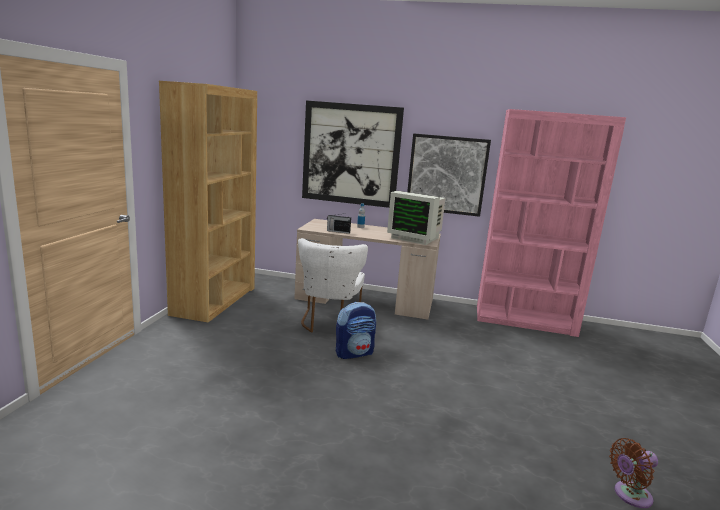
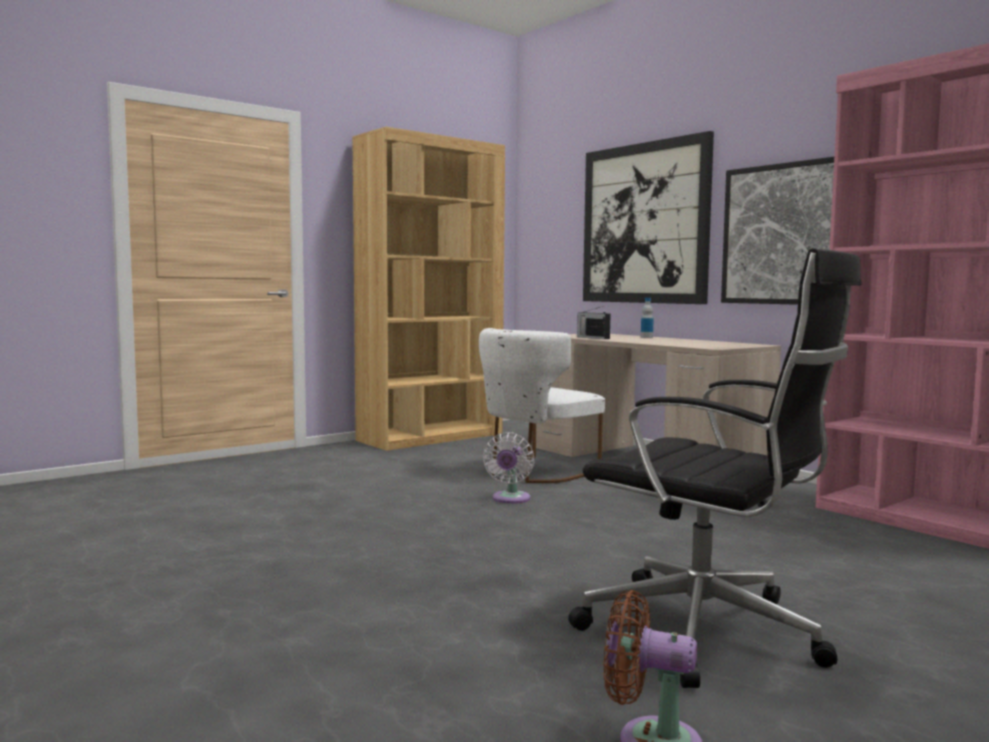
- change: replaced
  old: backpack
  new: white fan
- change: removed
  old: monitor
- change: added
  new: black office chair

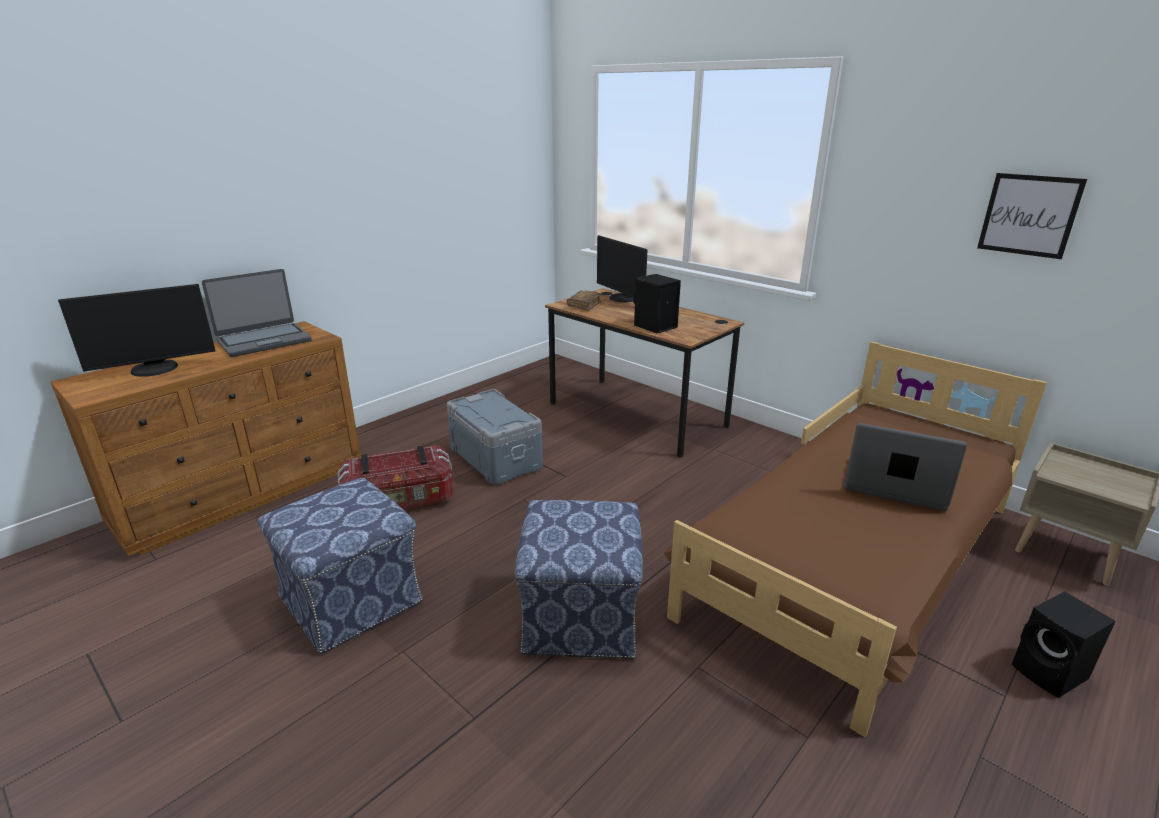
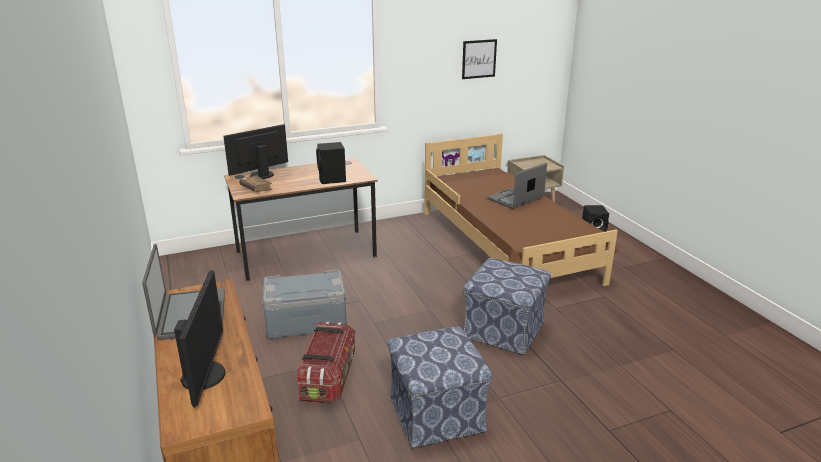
- change: turned
  old: monitor (2nd from left)
  degrees: 150

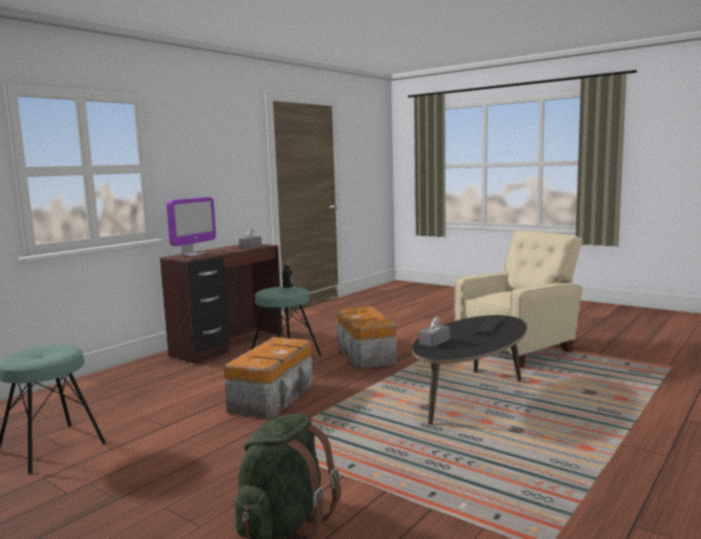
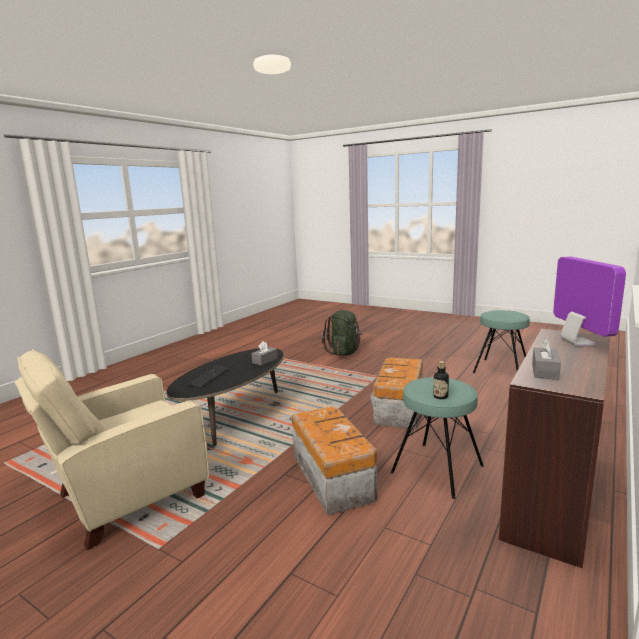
- change: turned
  old: monitor
  degrees: 150

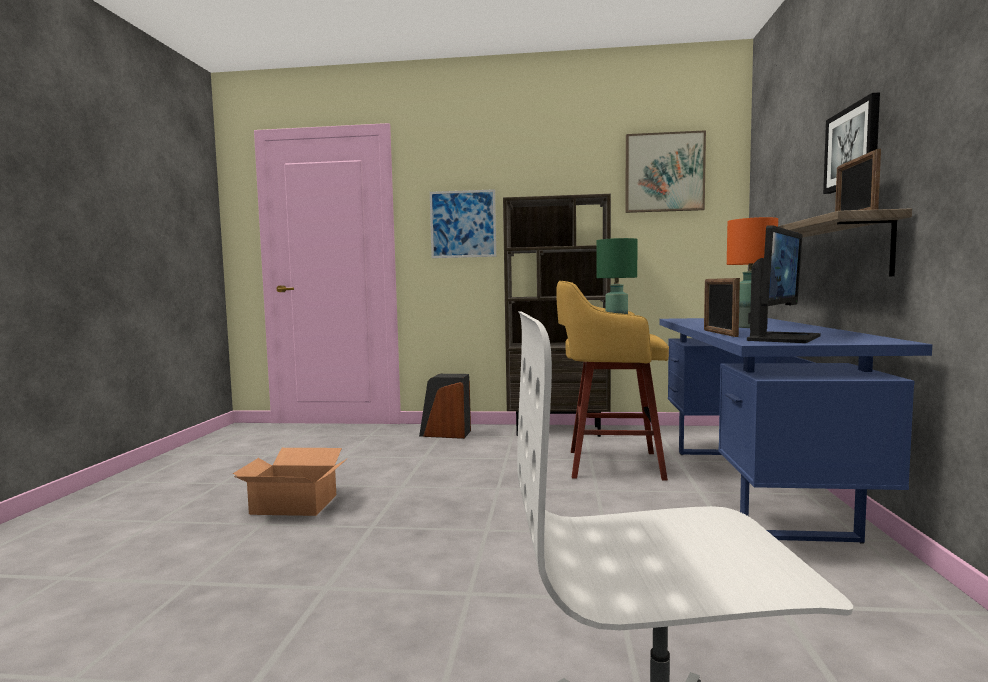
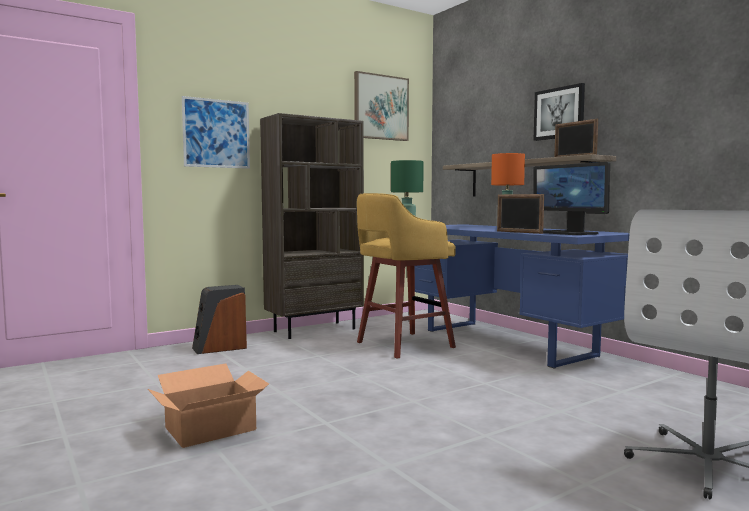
- change: turned
  old: monitor
  degrees: 150

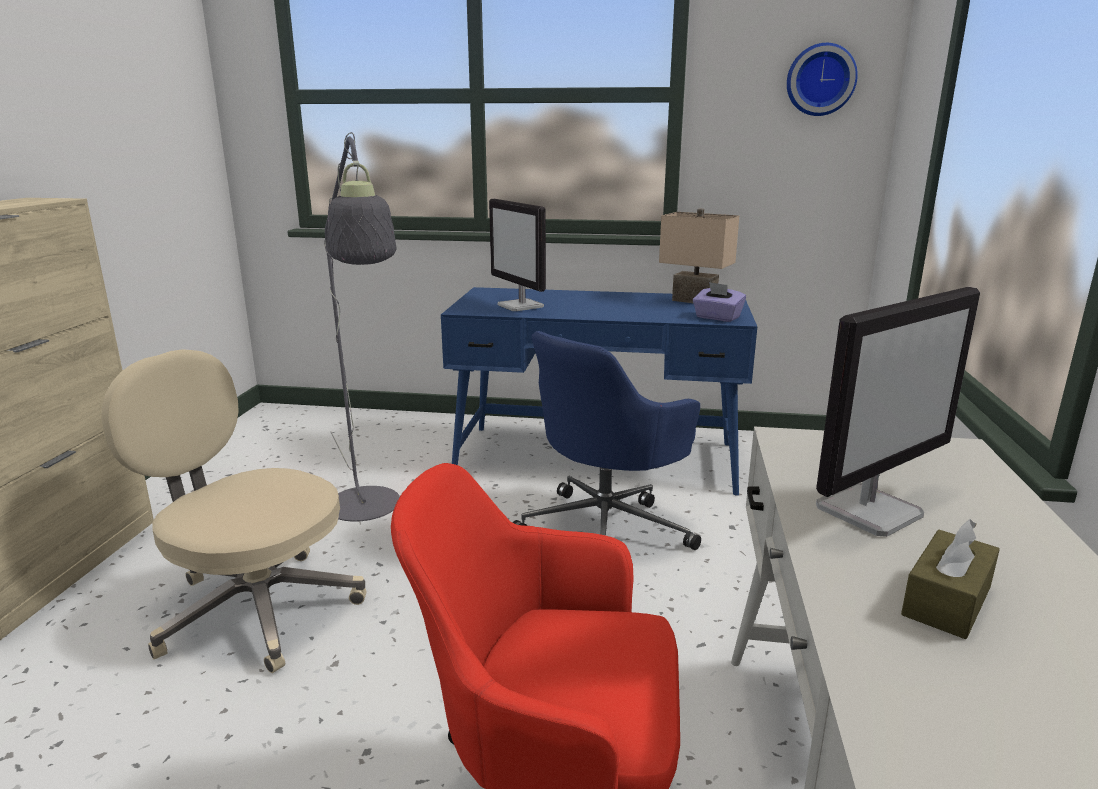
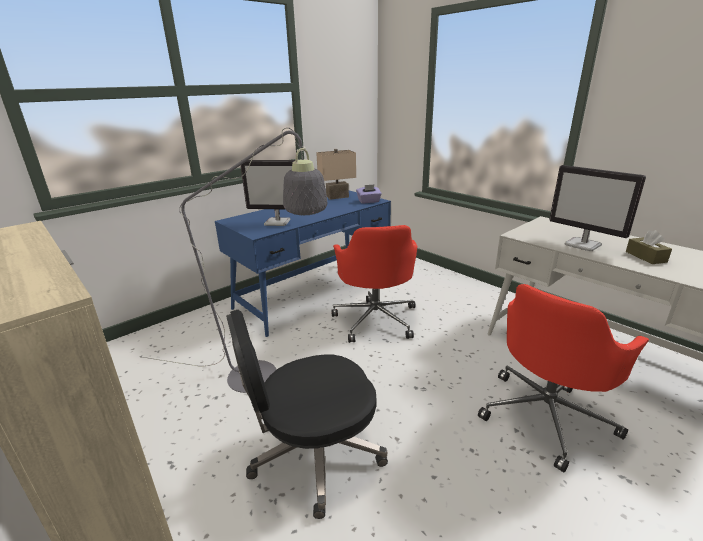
- change: recoloured
  old: beige office chair
  new: black office chair
- change: recoloured
  old: blue office chair
  new: red office chair (1st from left)
- change: removed
  old: wall clock
- change: turned
  old: monitor (2nd from left)
  degrees: 135

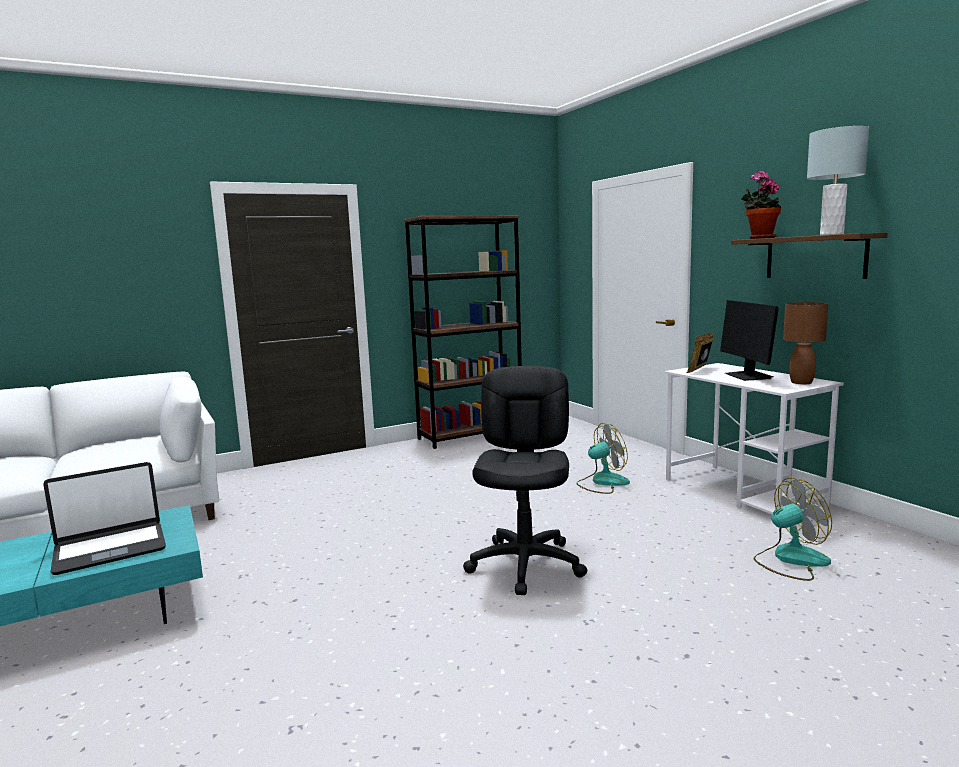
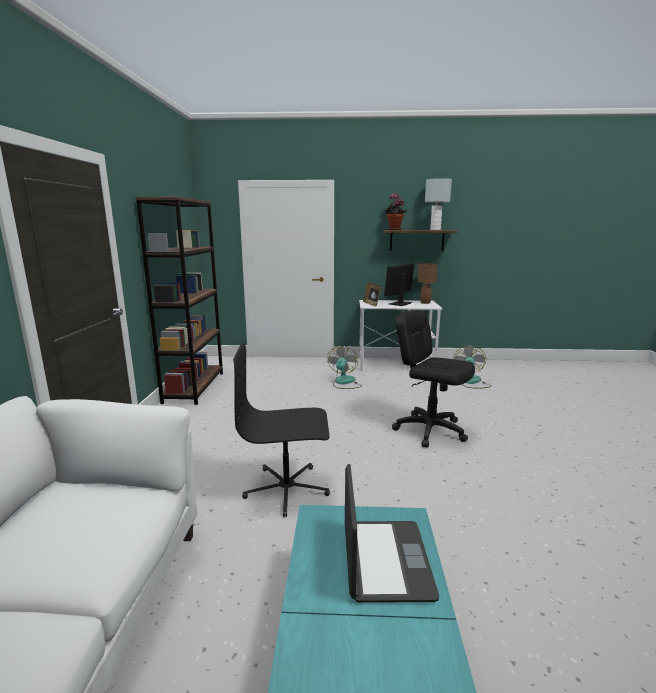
- change: turned
  old: monitor
  degrees: 105
- change: added
  new: black office chair (1st from left)

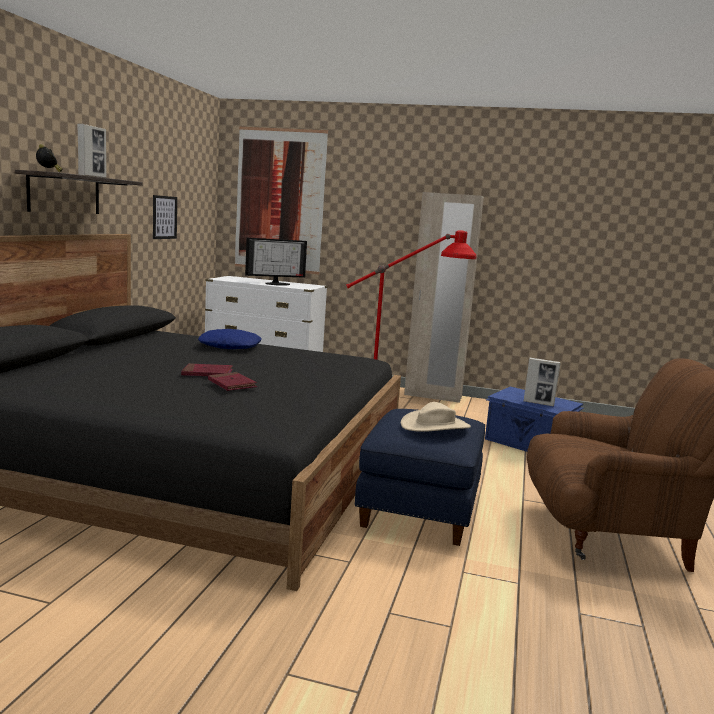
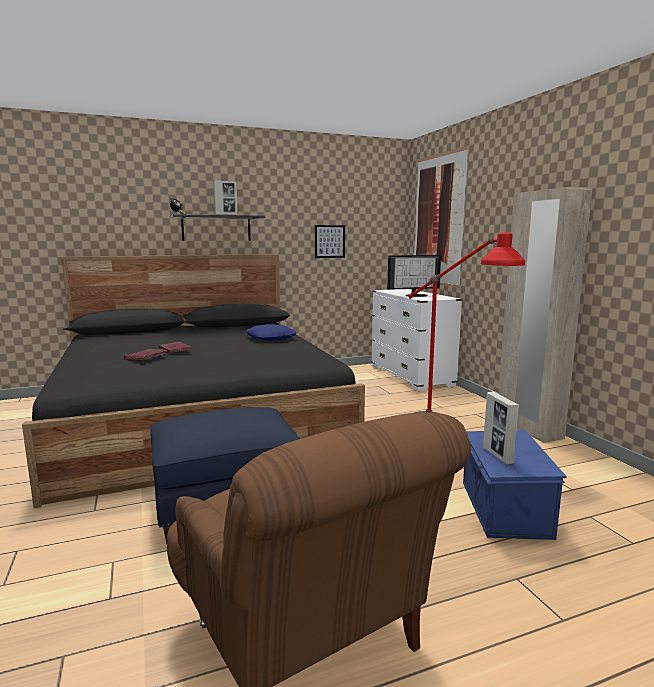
- change: turned
  old: monitor
  degrees: -45
- change: removed
  old: beige hat

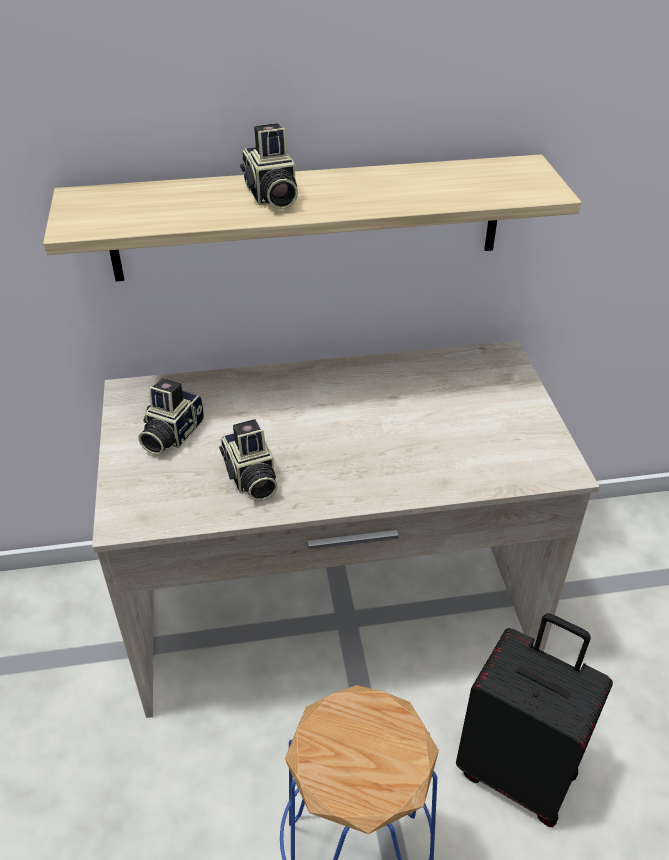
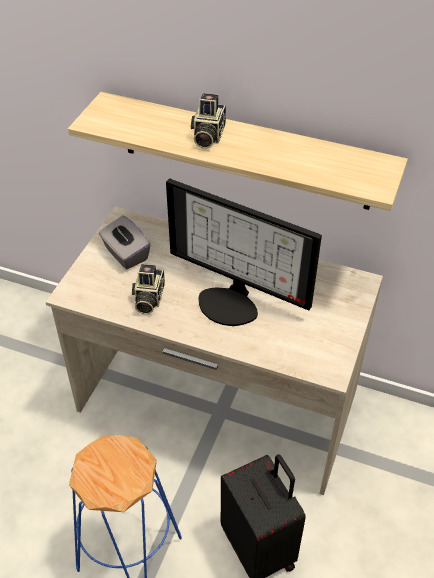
- change: replaced
  old: photo camera (1st from left)
  new: grey tissue box
- change: added
  new: monitor

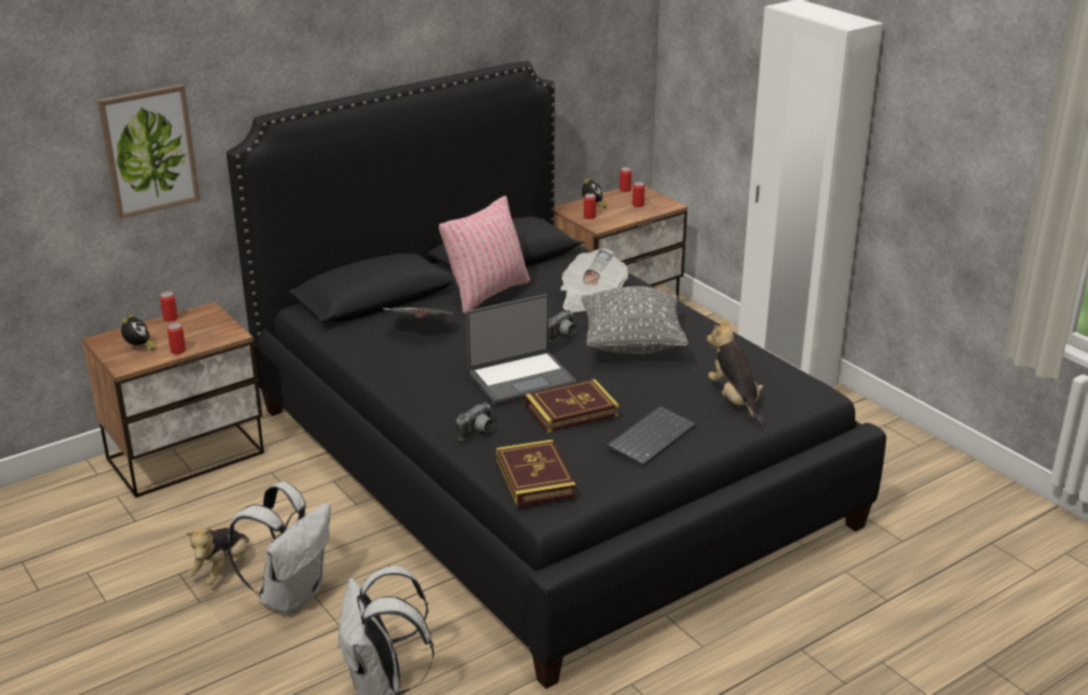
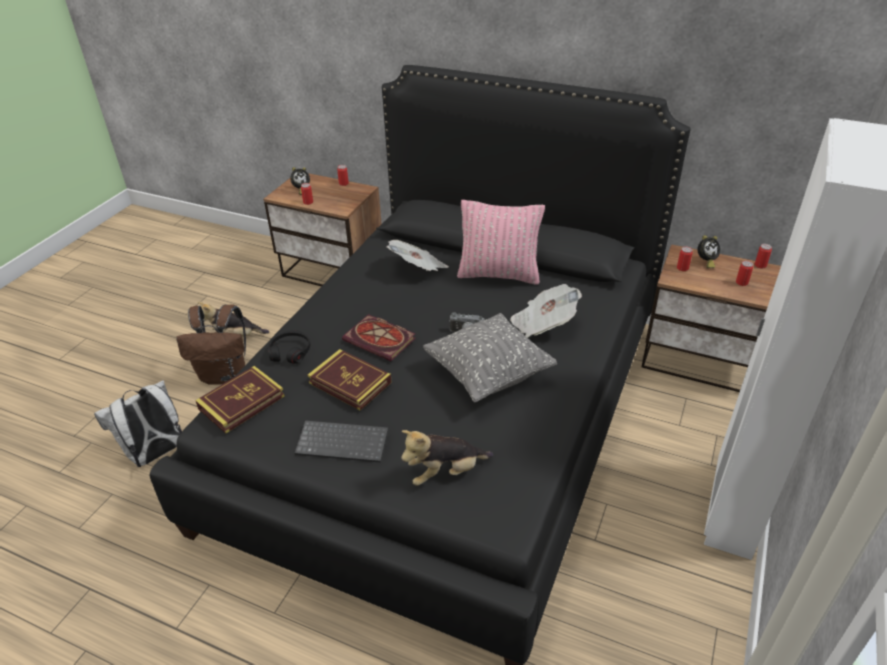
- change: removed
  old: picture
- change: recoloured
  old: white backpack (1st from left)
  new: brown backpack
- change: replaced
  old: photo camera (1st from left)
  new: black headphones
- change: replaced
  old: laptop
  new: book (3rd from left)
- change: turned
  old: plush toy (2nd from left)
  degrees: -150

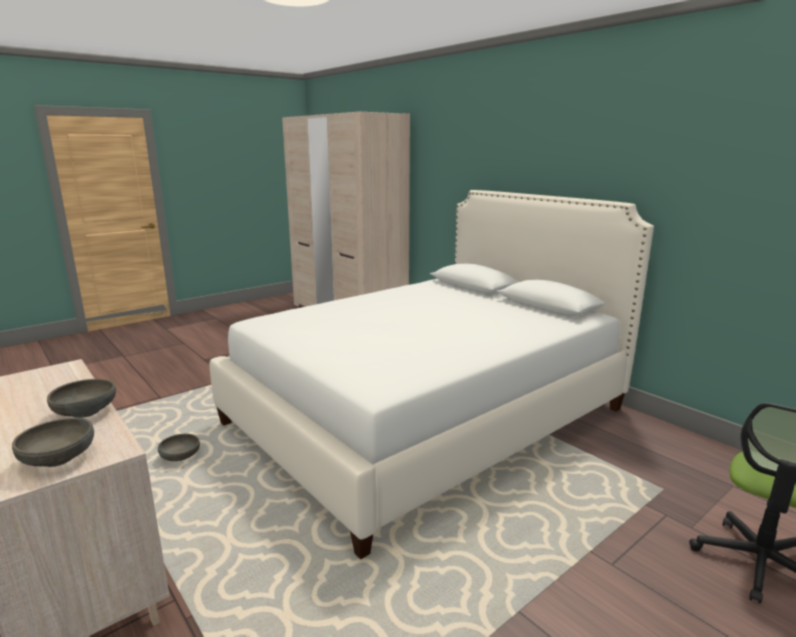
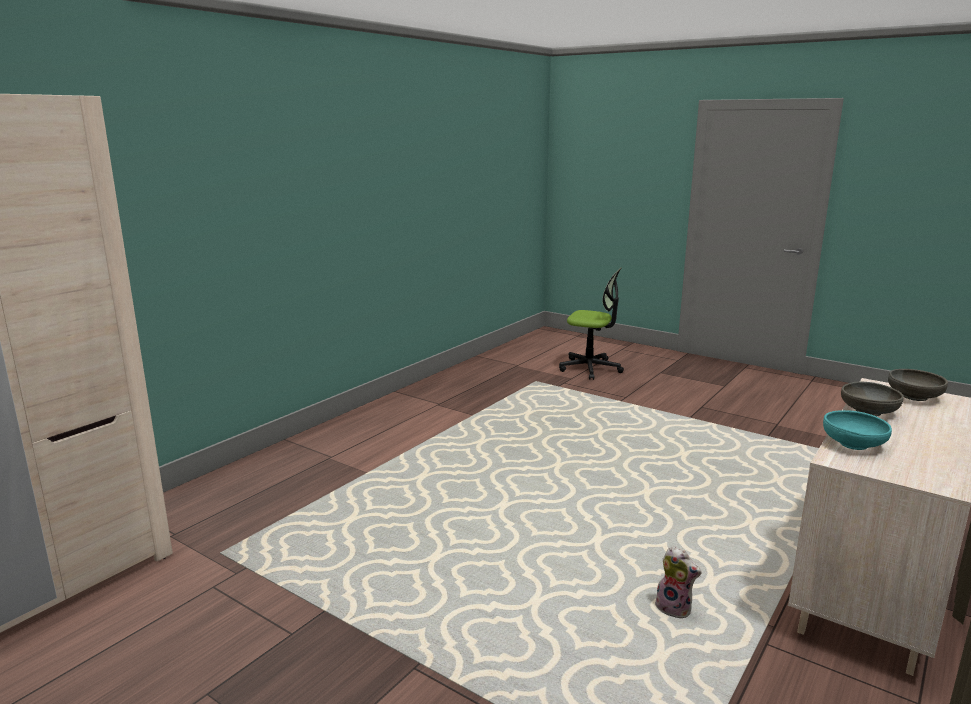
- change: replaced
  old: grey bowl (3rd from left)
  new: plush toy
- change: removed
  old: white bed
- change: added
  new: turquoise bowl

